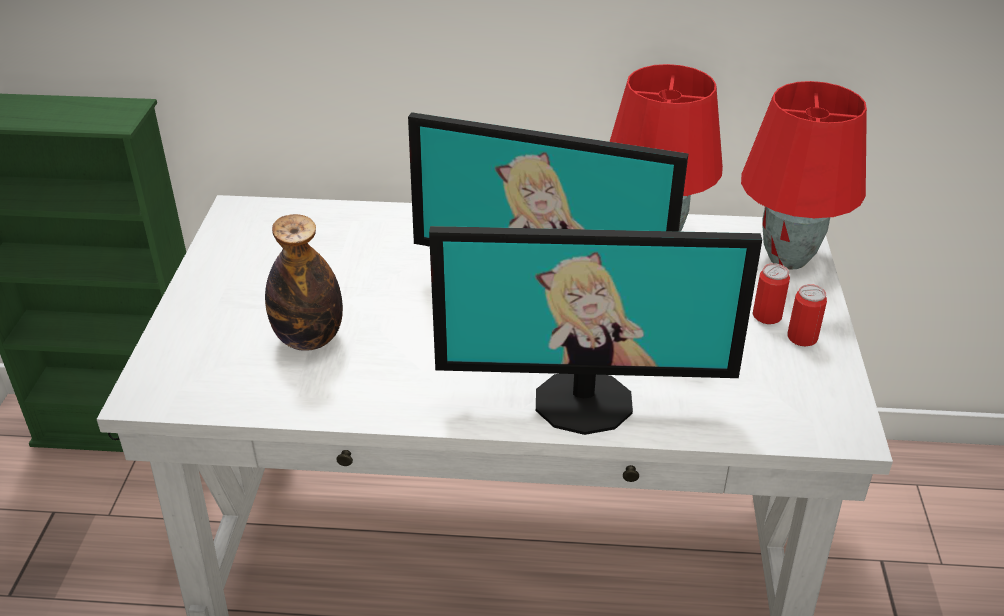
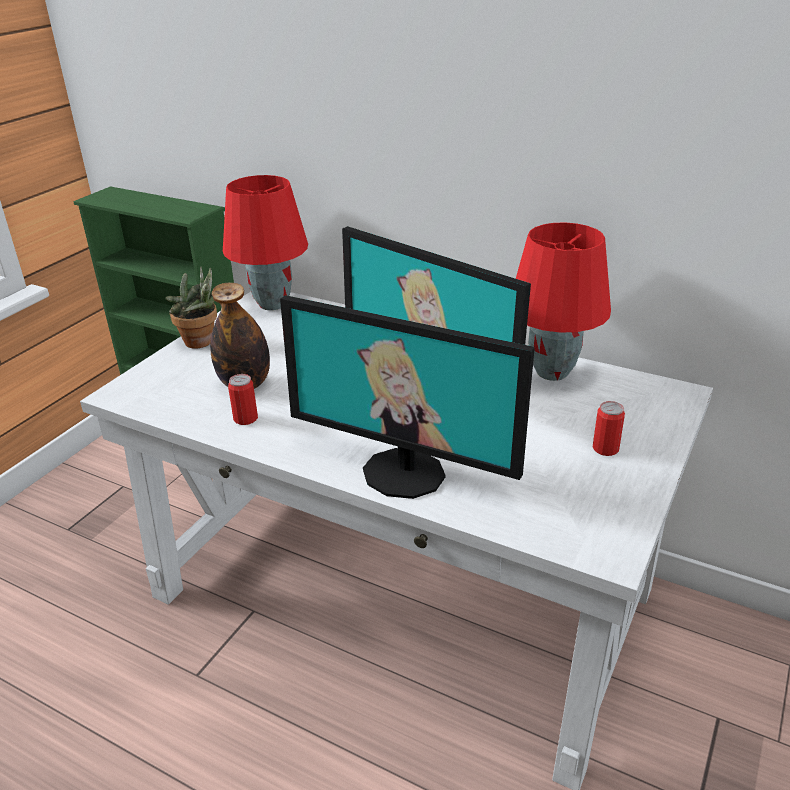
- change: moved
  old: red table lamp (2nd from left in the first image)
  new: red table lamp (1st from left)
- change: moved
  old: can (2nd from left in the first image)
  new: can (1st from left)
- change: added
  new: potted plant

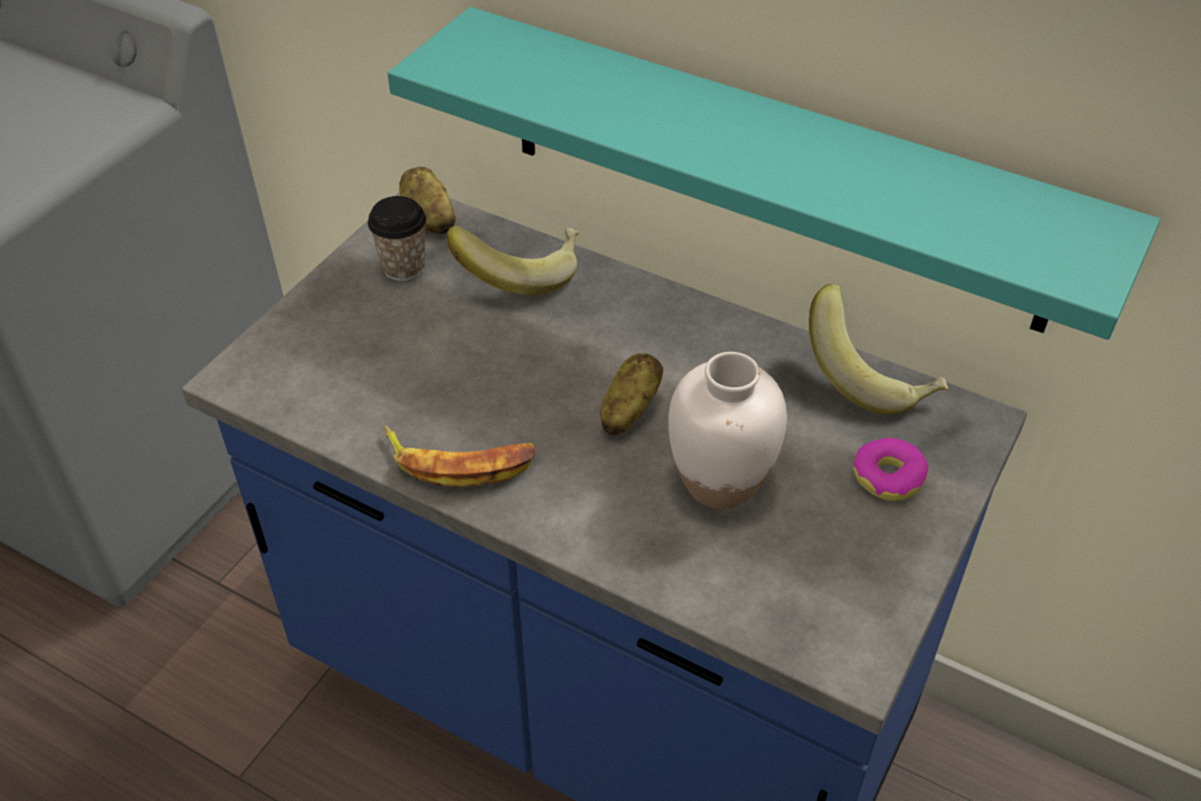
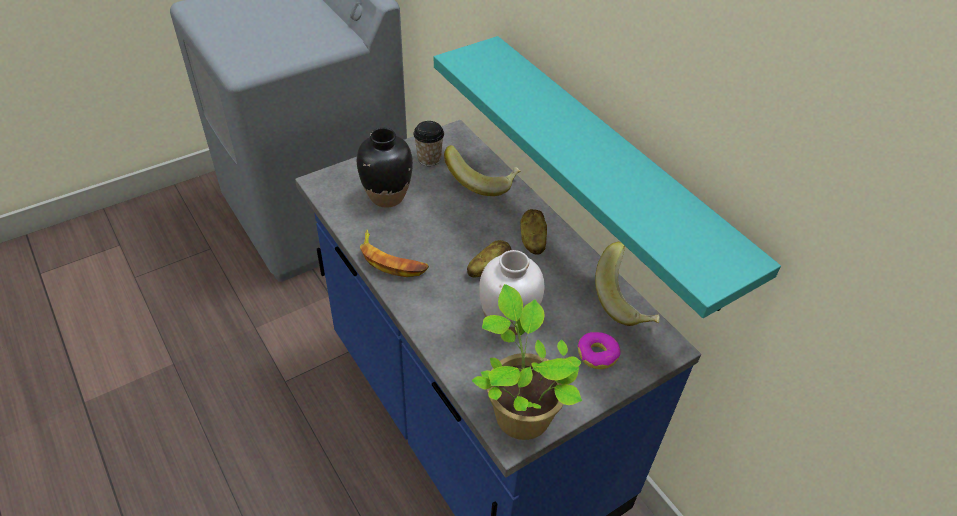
- change: moved
  old: potato (1st from left in the first image)
  new: potato (2nd from left)
- change: added
  new: black vase
- change: added
  new: potted plant

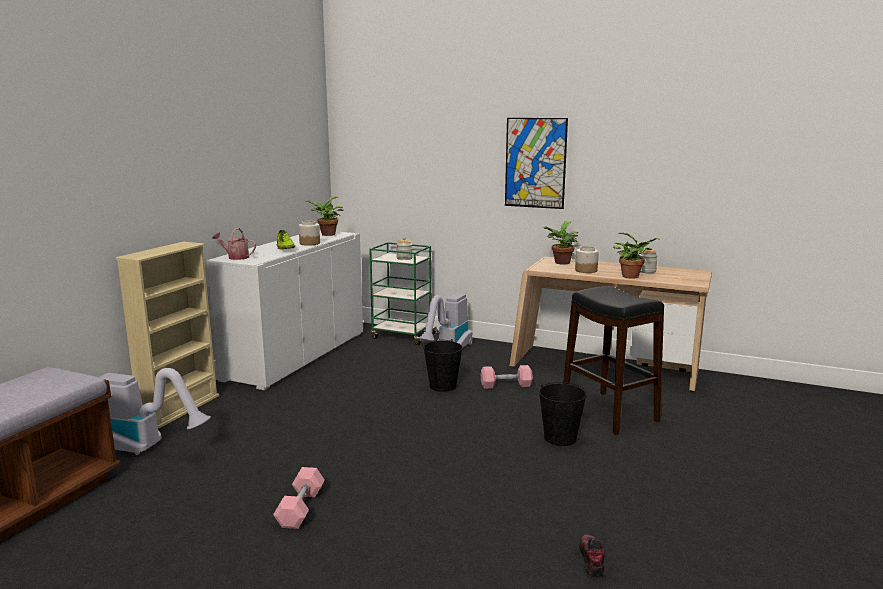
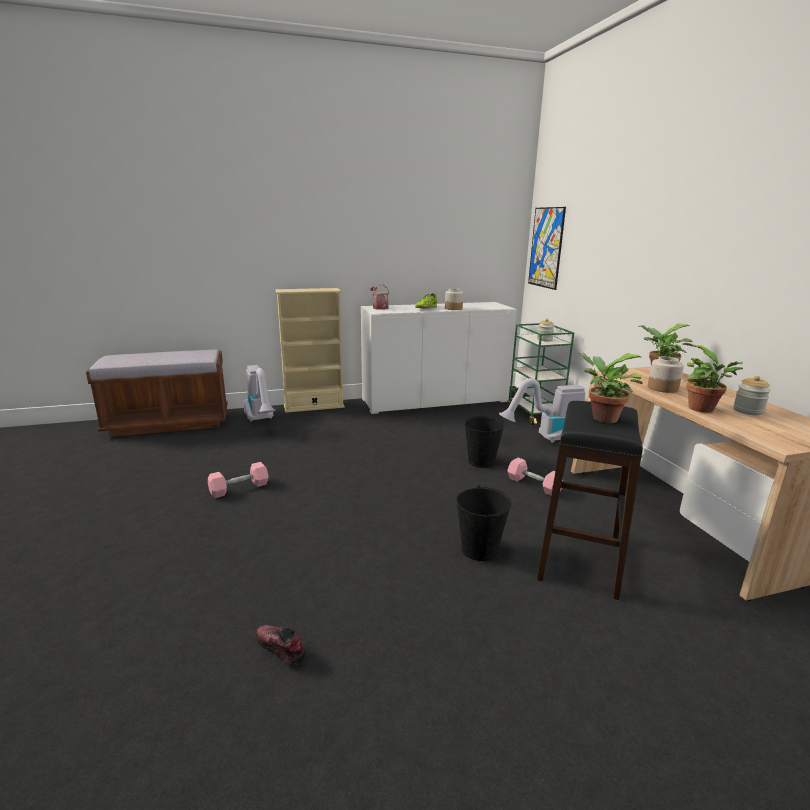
- change: moved
  old: potted plant (1st from left)
- change: moved
  old: picture
- change: turned
  old: shoe (2nd from left in the first image)
  degrees: -105

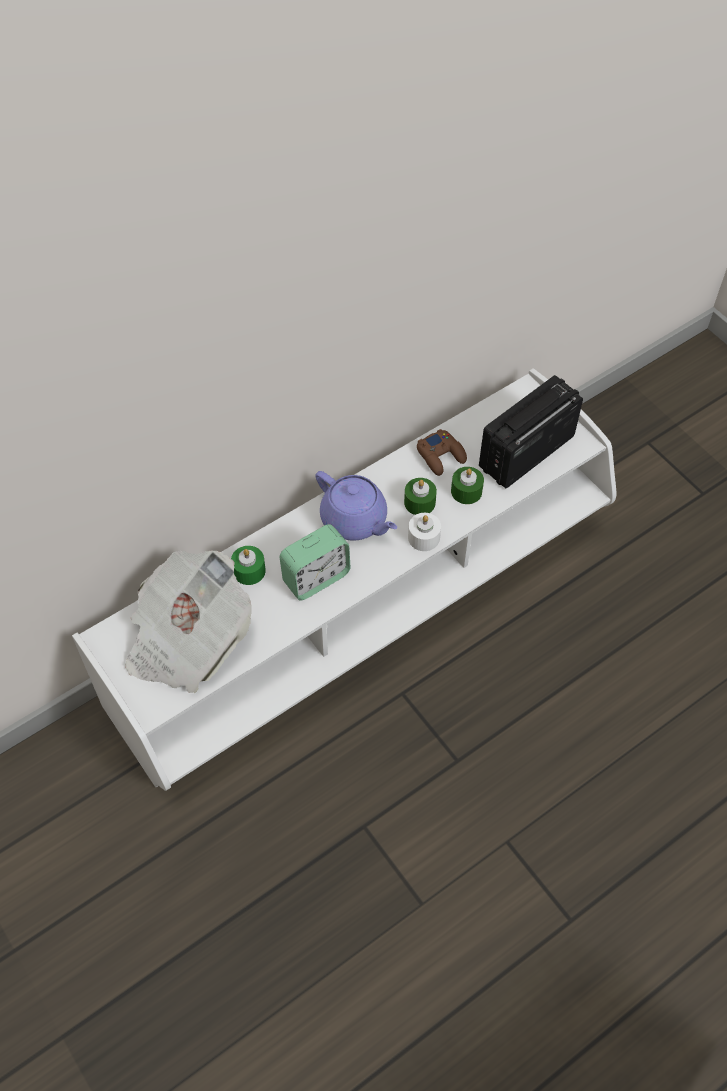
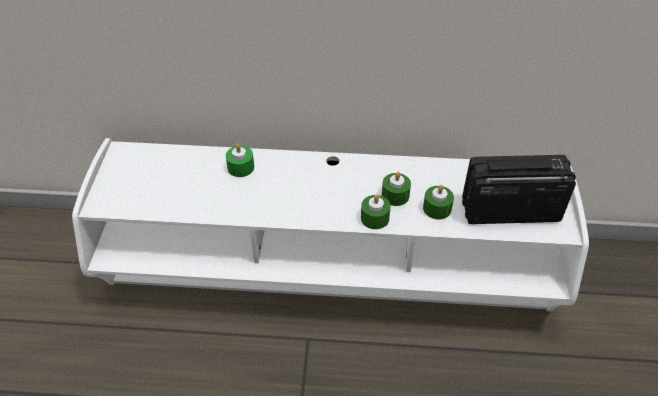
- change: removed
  old: newspaper
- change: removed
  old: alarm clock
- change: removed
  old: purple teapot
- change: recoloured
  old: white candle
  new: green candle (2nd from left)
- change: removed
  old: brown game controller

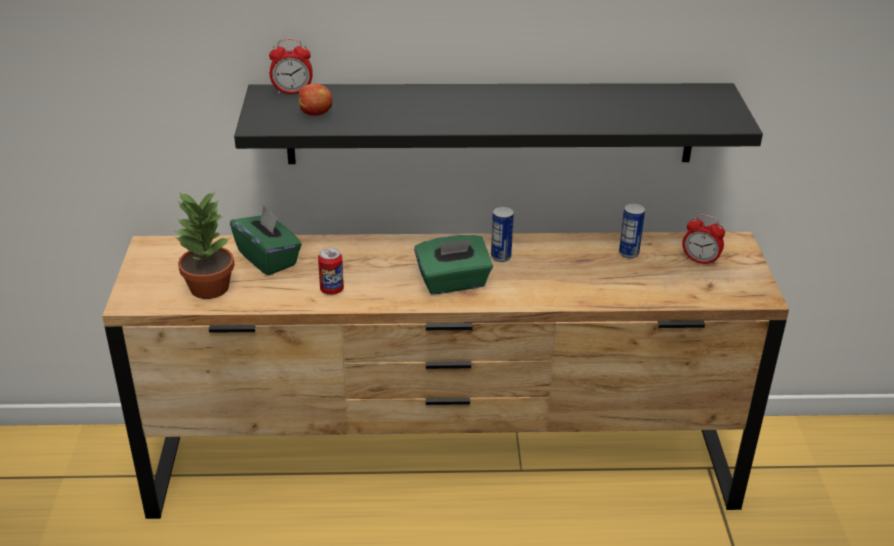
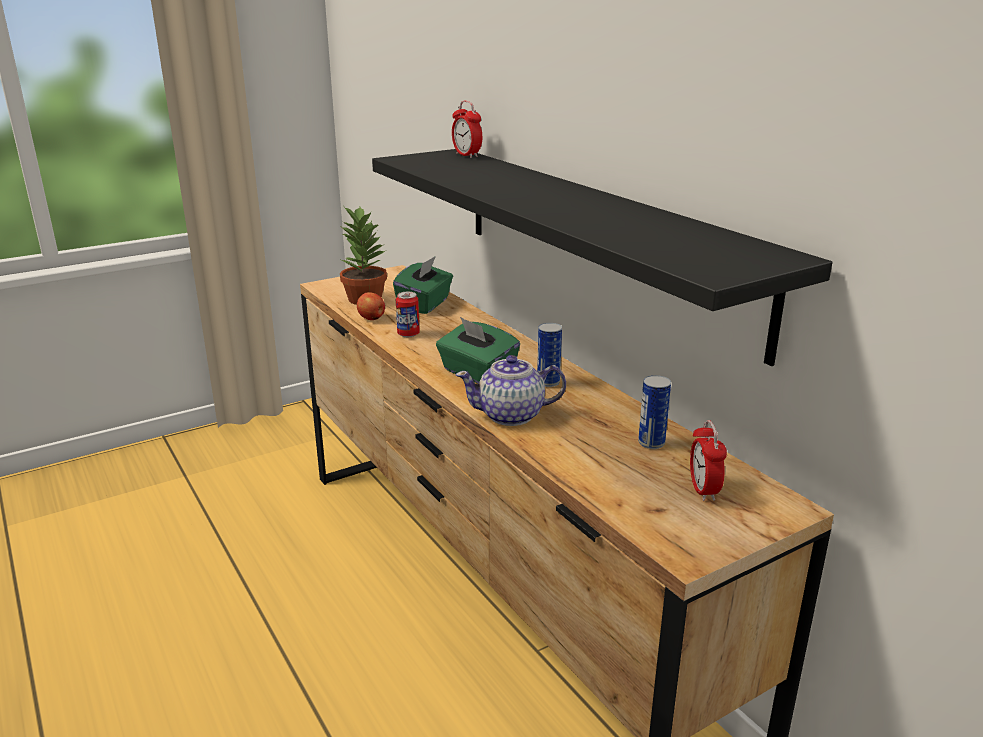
- change: moved
  old: apple
- change: added
  new: teapot

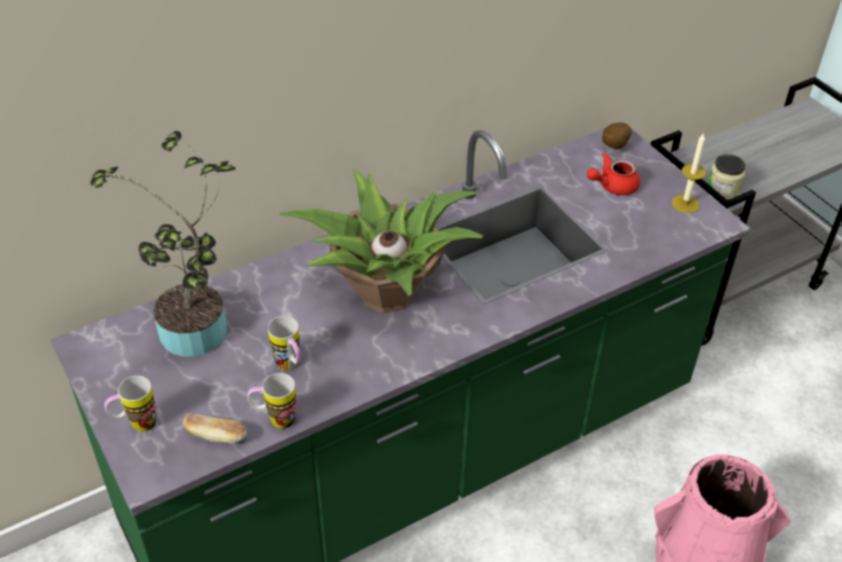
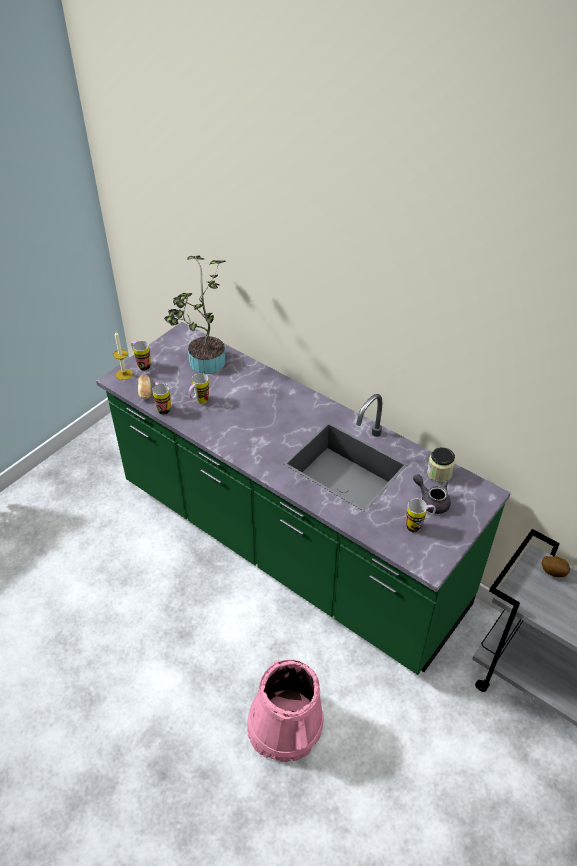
- change: removed
  old: potted plant (2nd from left)
- change: recoloured
  old: red teapot
  new: grey teapot
- change: moved
  old: potato
- change: moved
  old: candle
- change: moved
  old: jar
- change: added
  new: mug (4th from left)

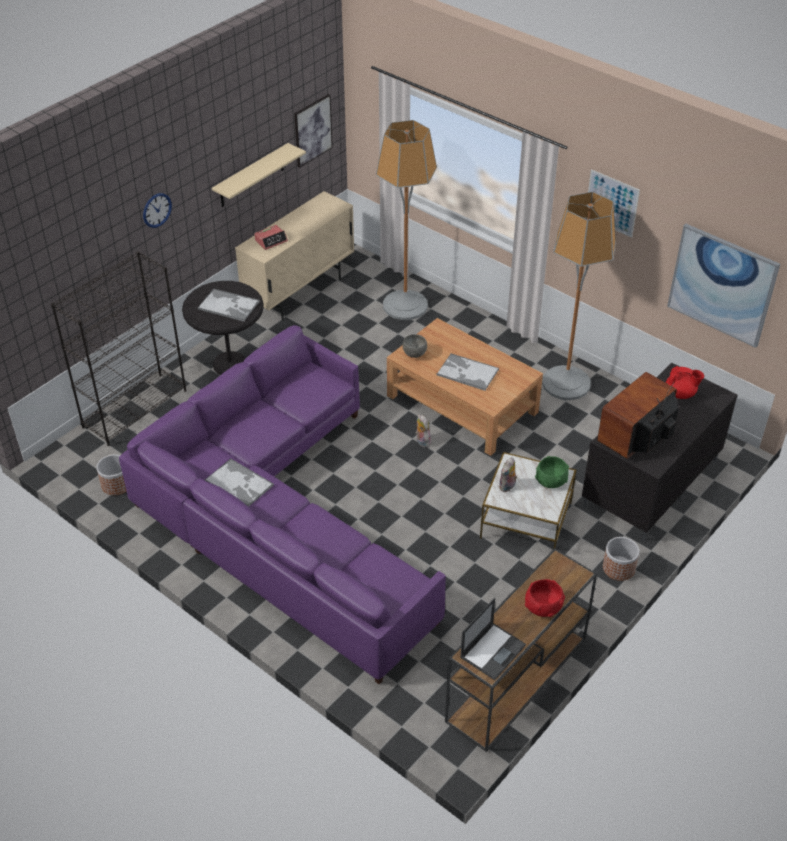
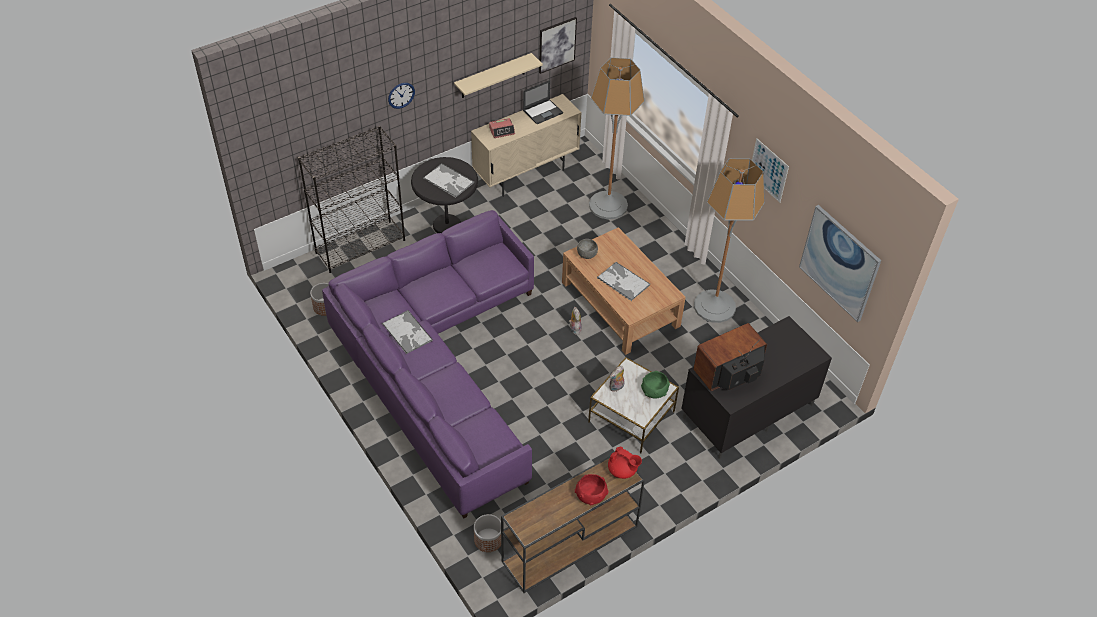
- change: moved
  old: laptop
- change: moved
  old: planter (2nd from left)
- change: moved
  old: red teapot

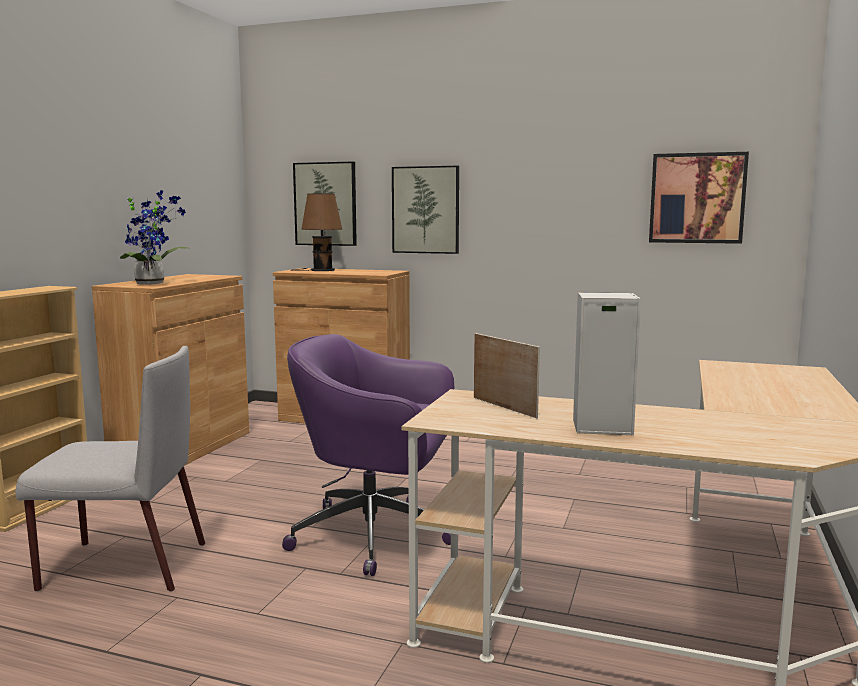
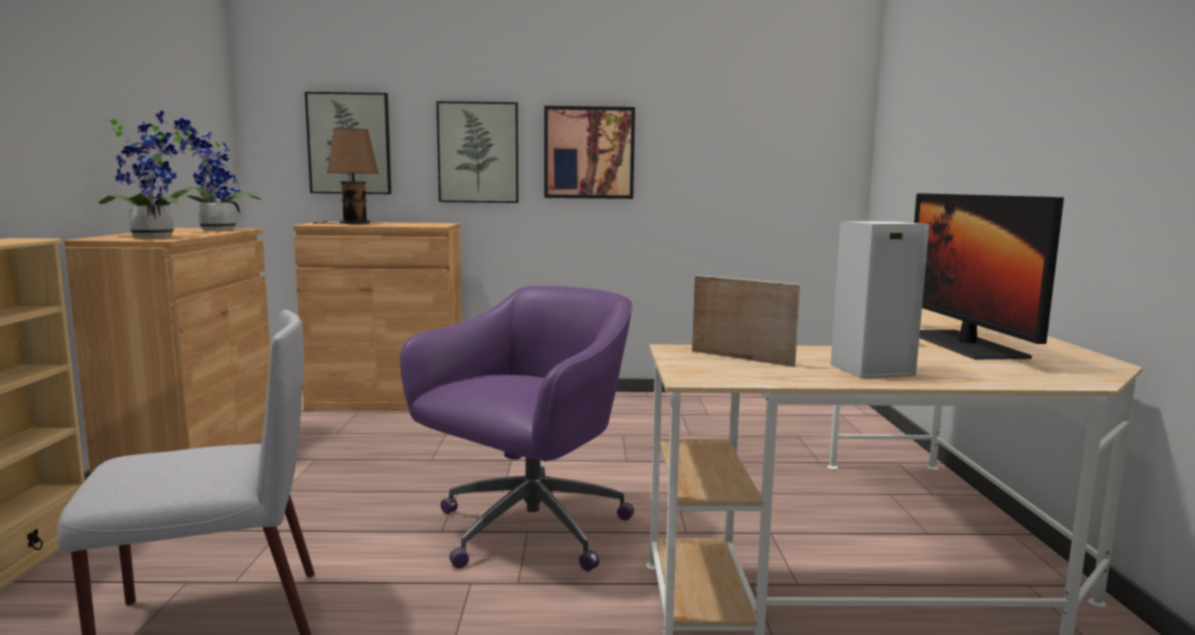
- change: turned
  old: purple office chair
  degrees: 135
- change: moved
  old: picture (3rd from left)
- change: added
  new: potted plant (2nd from left)
- change: added
  new: monitor

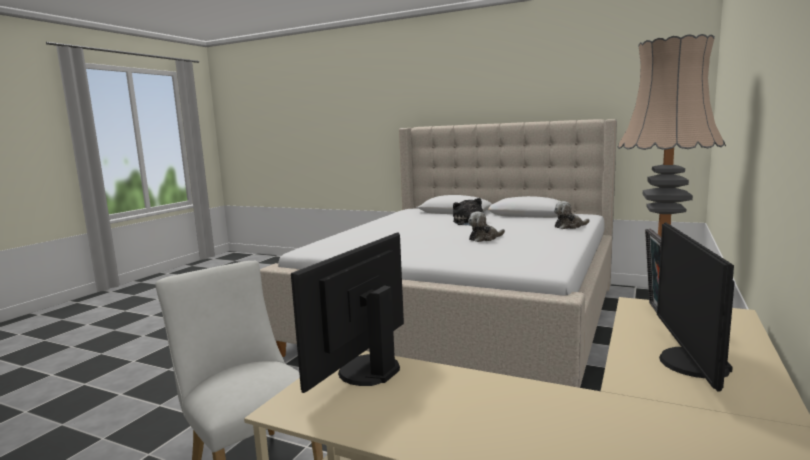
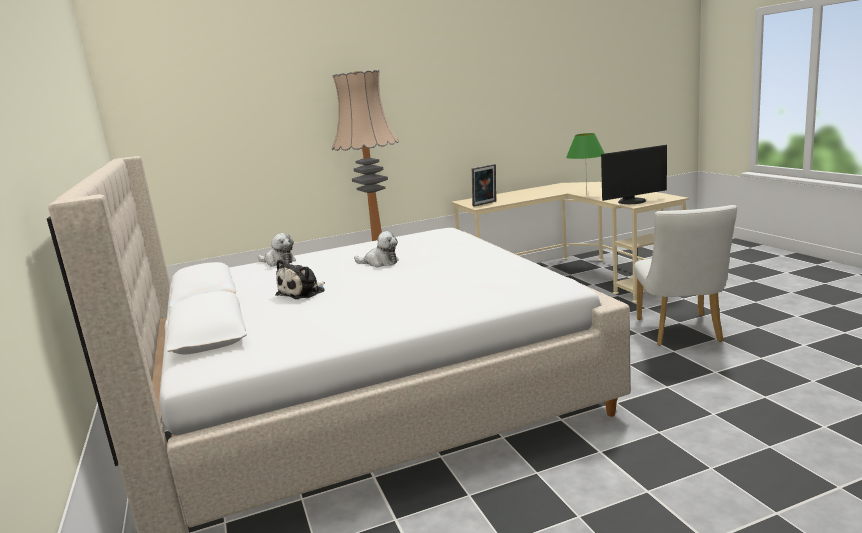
- change: removed
  old: monitor (2nd from left)
- change: added
  new: green table lamp

